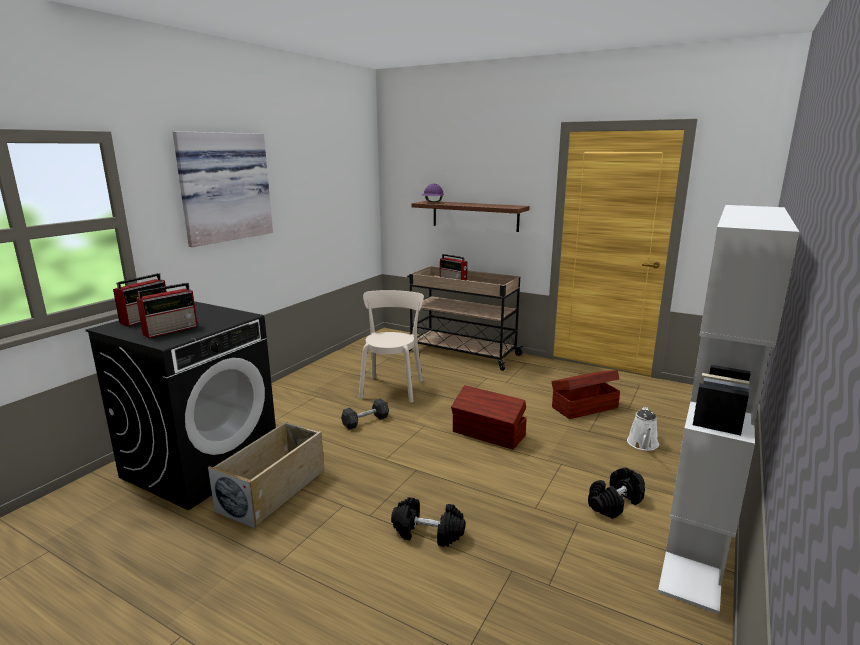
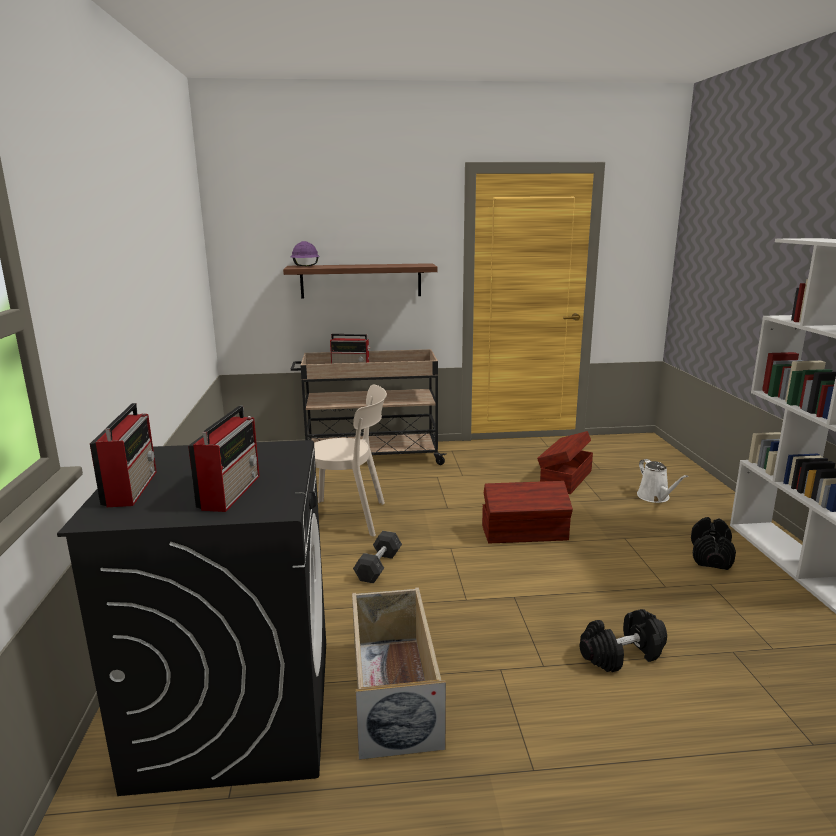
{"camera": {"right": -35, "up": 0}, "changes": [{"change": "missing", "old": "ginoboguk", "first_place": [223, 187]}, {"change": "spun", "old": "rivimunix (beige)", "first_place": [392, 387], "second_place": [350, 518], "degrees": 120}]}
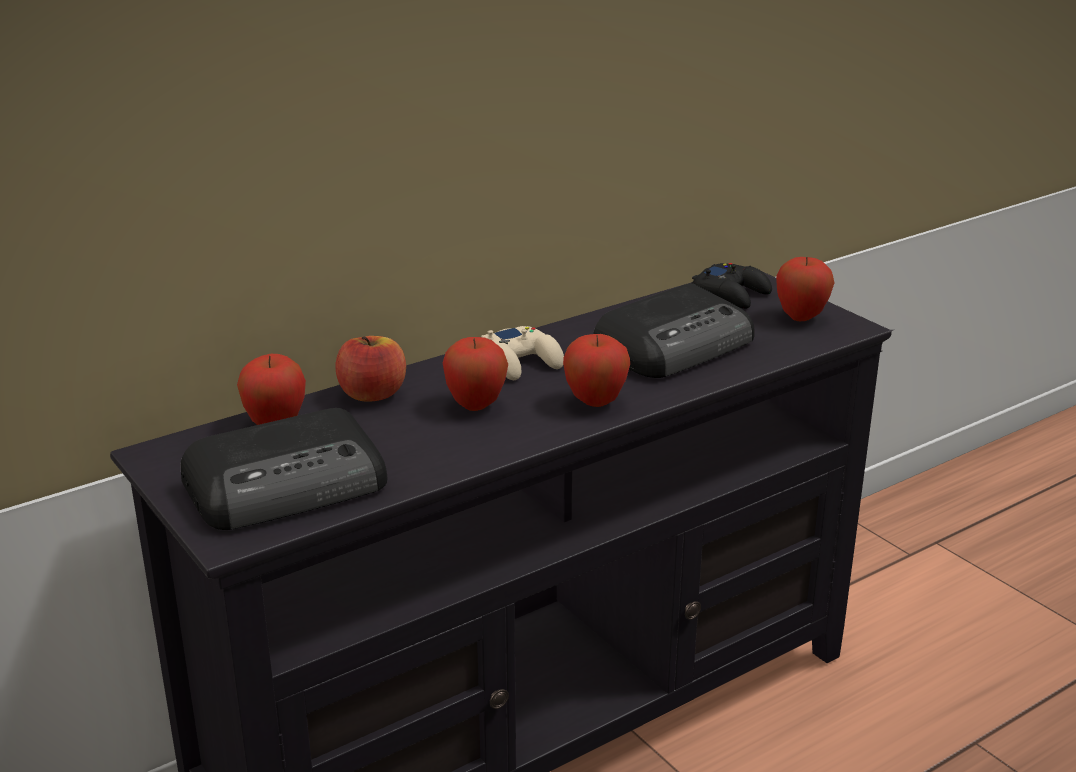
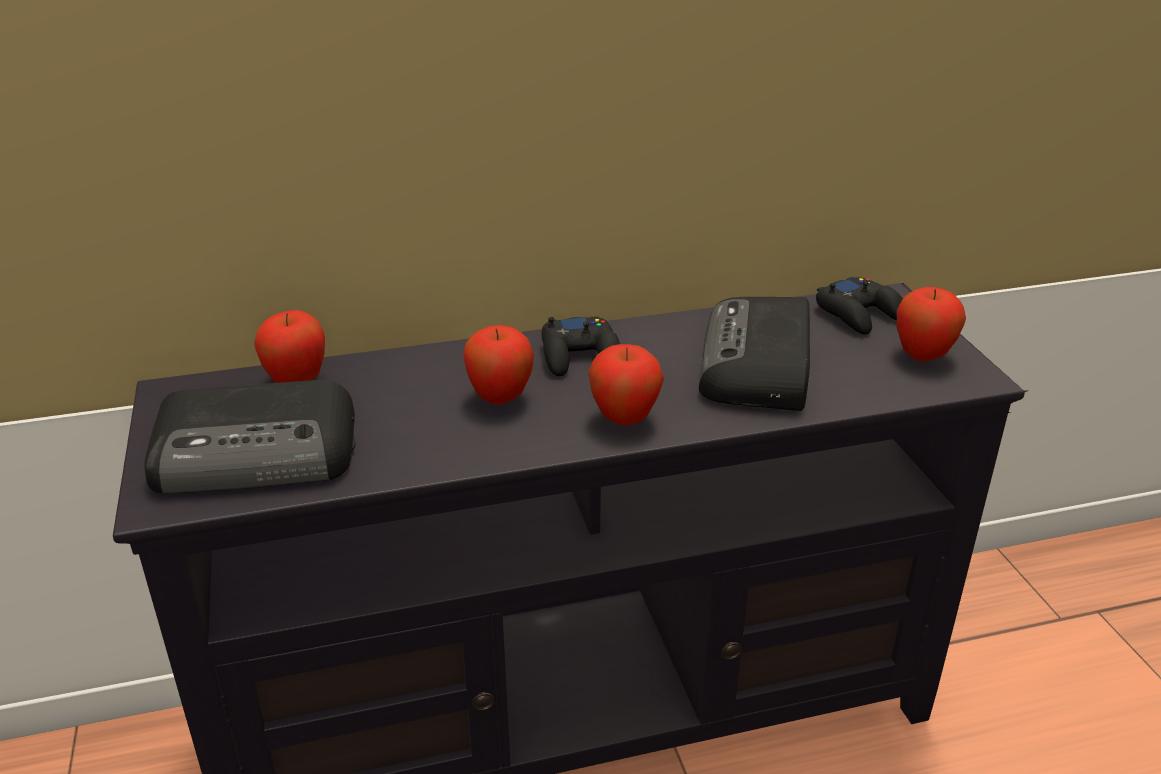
{"camera": {"right": 20, "up": 5}, "changes": [{"change": "missing", "old": "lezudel", "first_place": [372, 394]}, {"change": "colour", "old": "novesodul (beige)", "new": "novesodul (black)", "first_place": [521, 362], "second_place": [580, 356]}, {"change": "spun", "old": "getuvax", "first_place": [676, 345], "second_place": [757, 366], "degrees": 120}]}
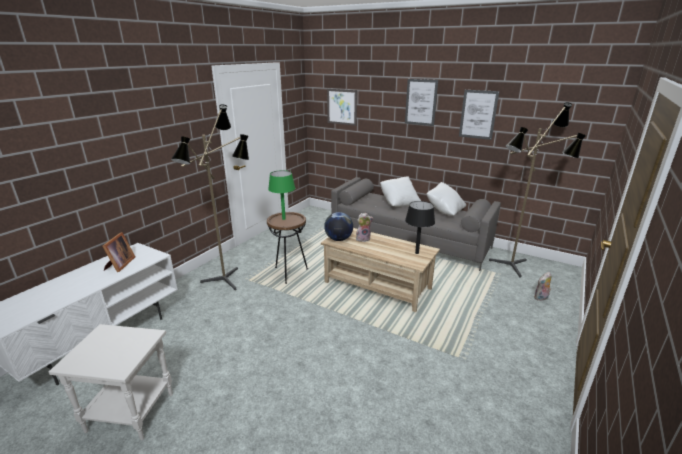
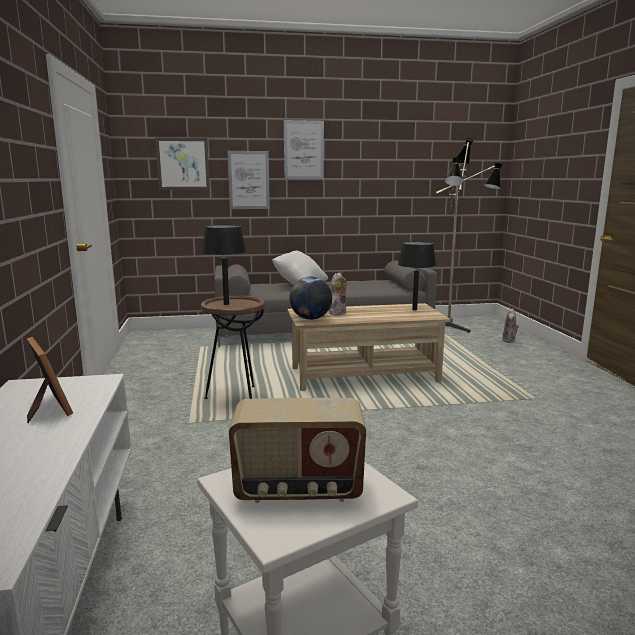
{"camera": {"right": -40, "up": -10}, "changes": [{"change": "missing", "old": "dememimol", "first_place": [229, 280]}, {"change": "colour", "old": "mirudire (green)", "new": "mirudire (black)", "first_place": [284, 219], "second_place": [226, 304]}, {"change": "missing", "old": "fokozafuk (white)", "first_place": [444, 211]}, {"change": "relocated", "old": "ginoboguk", "first_place": [478, 114], "second_place": [248, 180]}, {"change": "appeared", "new": "getuvax", "second_place": [298, 490]}]}
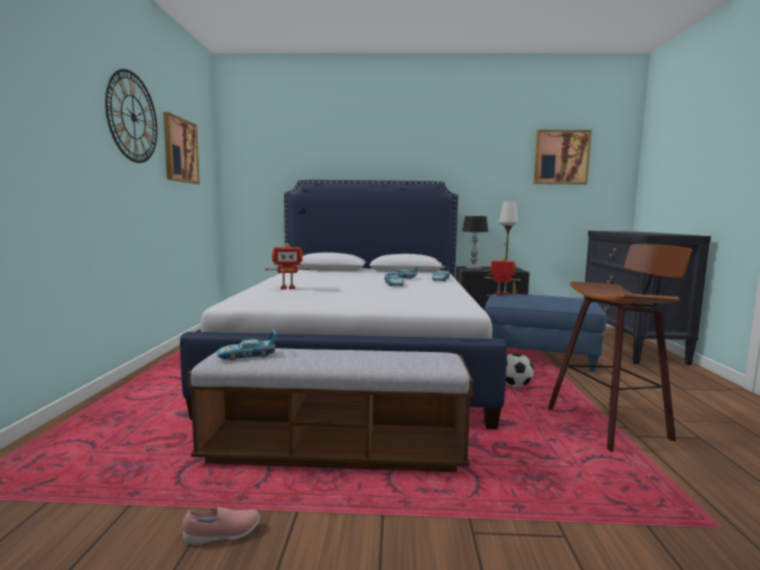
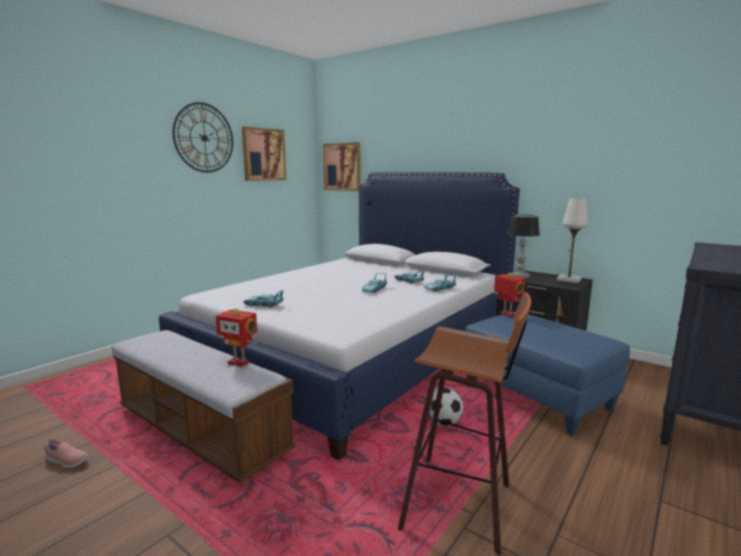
{"camera": {"right": 35, "up": 5}, "changes": [{"change": "relocated", "old": "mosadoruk", "first_place": [247, 355], "second_place": [263, 305]}, {"change": "relocated", "old": "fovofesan", "first_place": [287, 288], "second_place": [239, 362]}, {"change": "relocated", "old": "ginoboguk", "first_place": [561, 157], "second_place": [342, 167]}]}
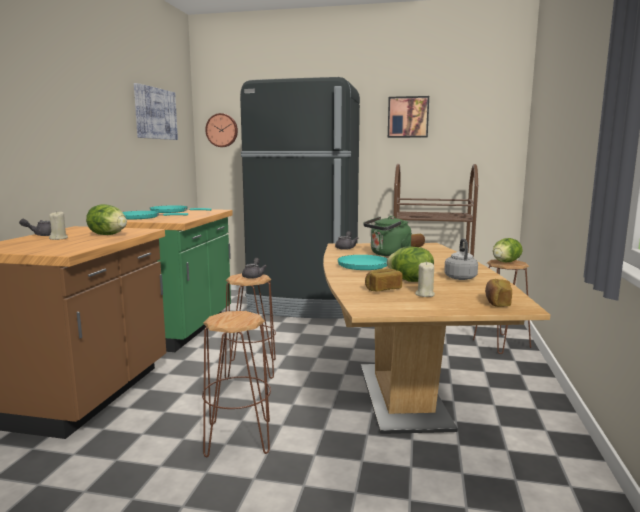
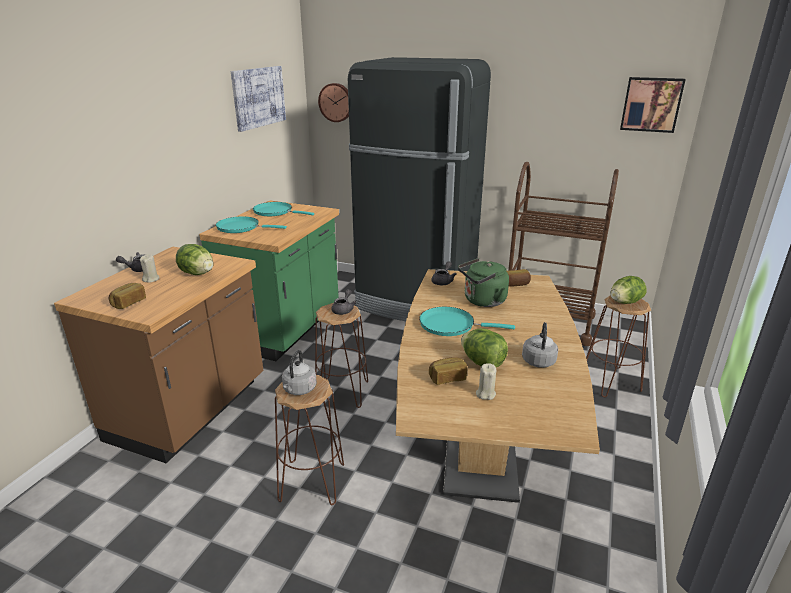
{"camera": {"right": 10, "up": 15}, "changes": [{"change": "relocated", "old": "ginoboguk", "first_place": [408, 117], "second_place": [651, 104]}, {"change": "relocated", "old": "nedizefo", "first_place": [497, 302], "second_place": [128, 303]}, {"change": "appeared", "new": "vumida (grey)", "second_place": [299, 390]}]}
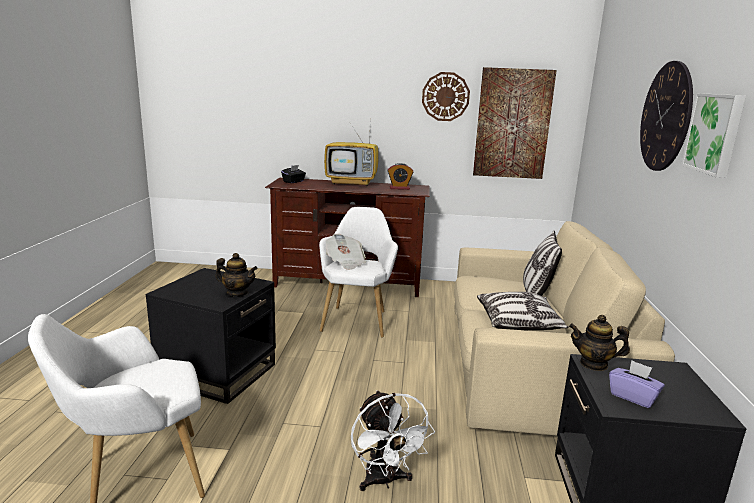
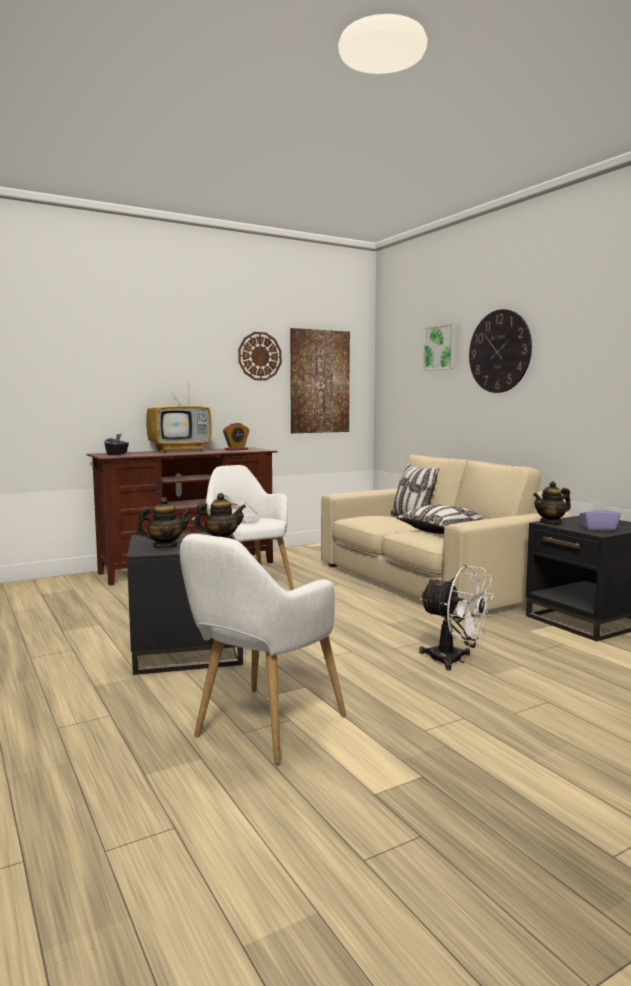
{"camera": {"right": -35, "up": -10}, "changes": [{"change": "relocated", "old": "ginoboguk", "first_place": [715, 133], "second_place": [441, 348]}, {"change": "appeared", "new": "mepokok", "second_place": [165, 546]}]}
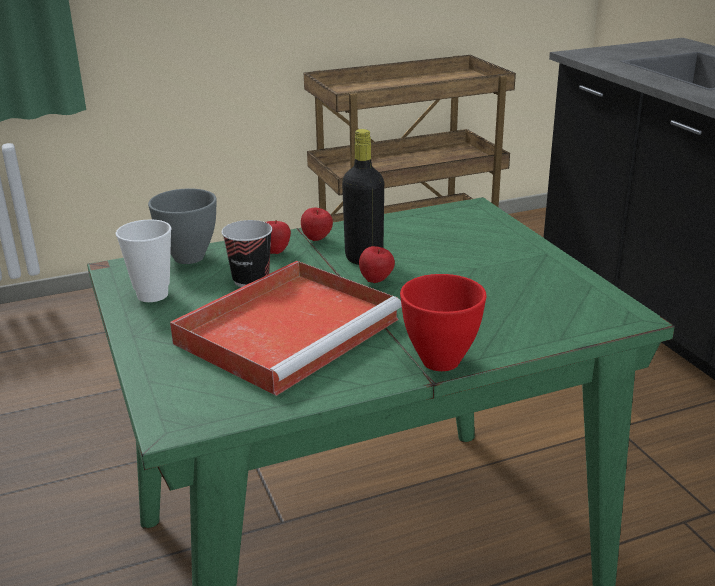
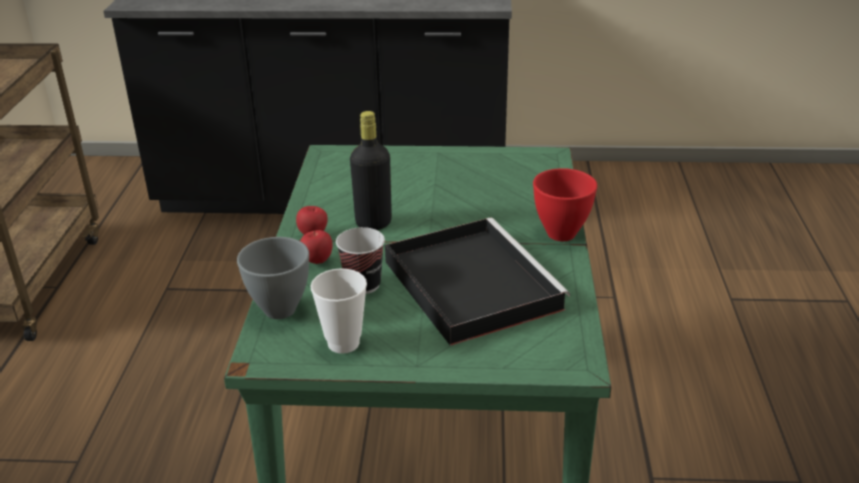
{"camera": {"right": -65, "up": 5}, "changes": [{"change": "colour", "old": "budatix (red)", "new": "budatix (black)", "first_place": [290, 329], "second_place": [469, 283]}, {"change": "missing", "old": "lezudel", "first_place": [376, 281]}]}
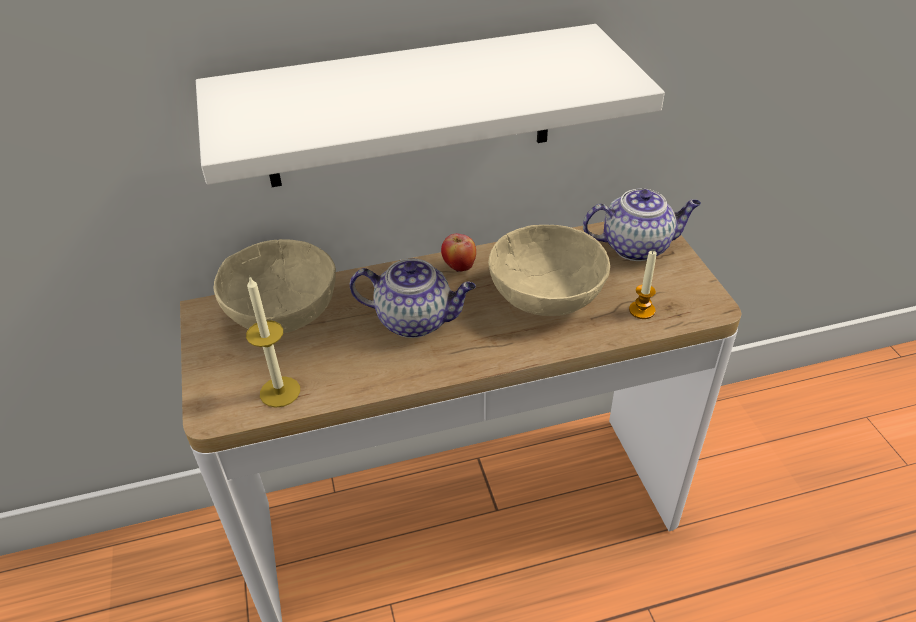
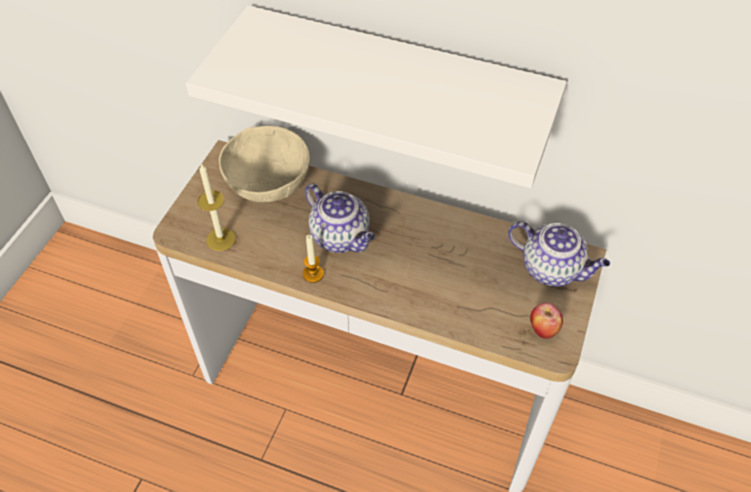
{"camera": {"right": 35, "up": 10}, "changes": [{"change": "relocated", "old": "lezudel", "first_place": [459, 267], "second_place": [542, 330]}, {"change": "missing", "old": "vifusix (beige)", "first_place": [545, 295]}, {"change": "relocated", "old": "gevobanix", "first_place": [642, 310], "second_place": [313, 274]}]}
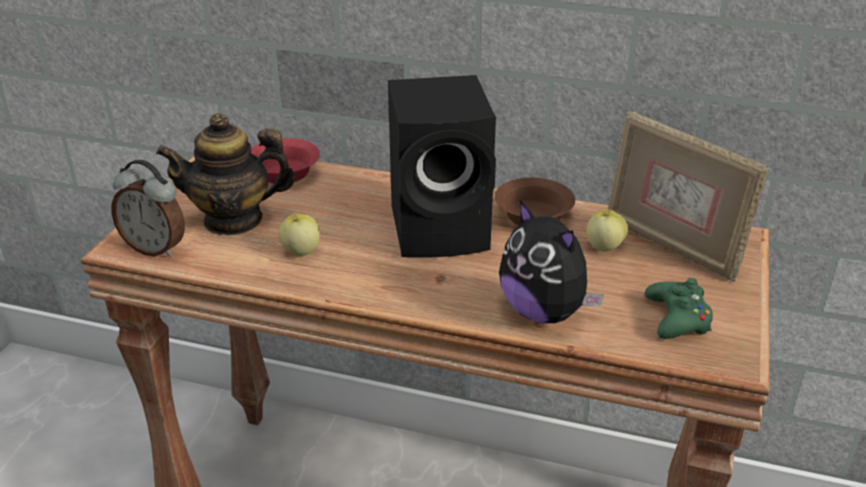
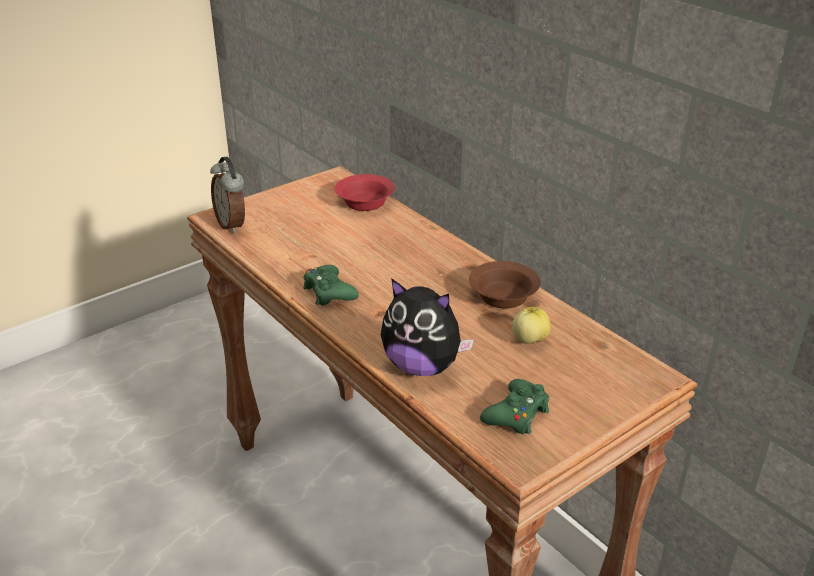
{"camera": {"right": 35, "up": 0}, "changes": [{"change": "missing", "old": "mepokok", "first_place": [233, 220]}, {"change": "missing", "old": "lezudel", "first_place": [300, 251]}, {"change": "missing", "old": "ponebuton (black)", "first_place": [443, 229]}, {"change": "spun", "old": "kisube", "first_place": [544, 312], "second_place": [422, 366], "degrees": -60}, {"change": "missing", "old": "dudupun", "first_place": [671, 246]}, {"change": "appeared", "new": "novesodul (green)", "second_place": [329, 292]}]}
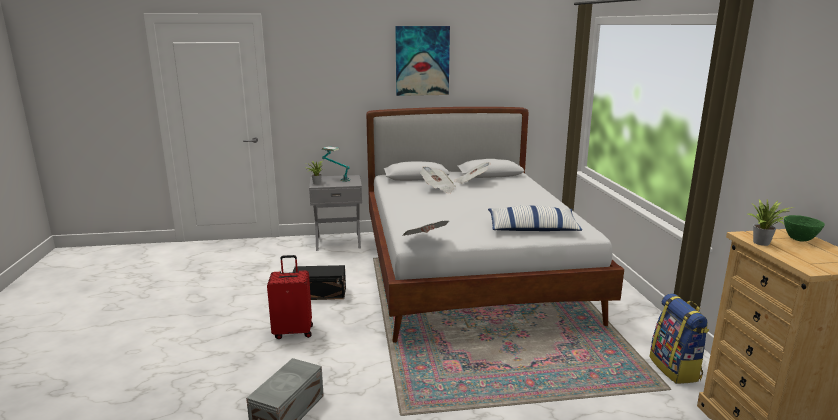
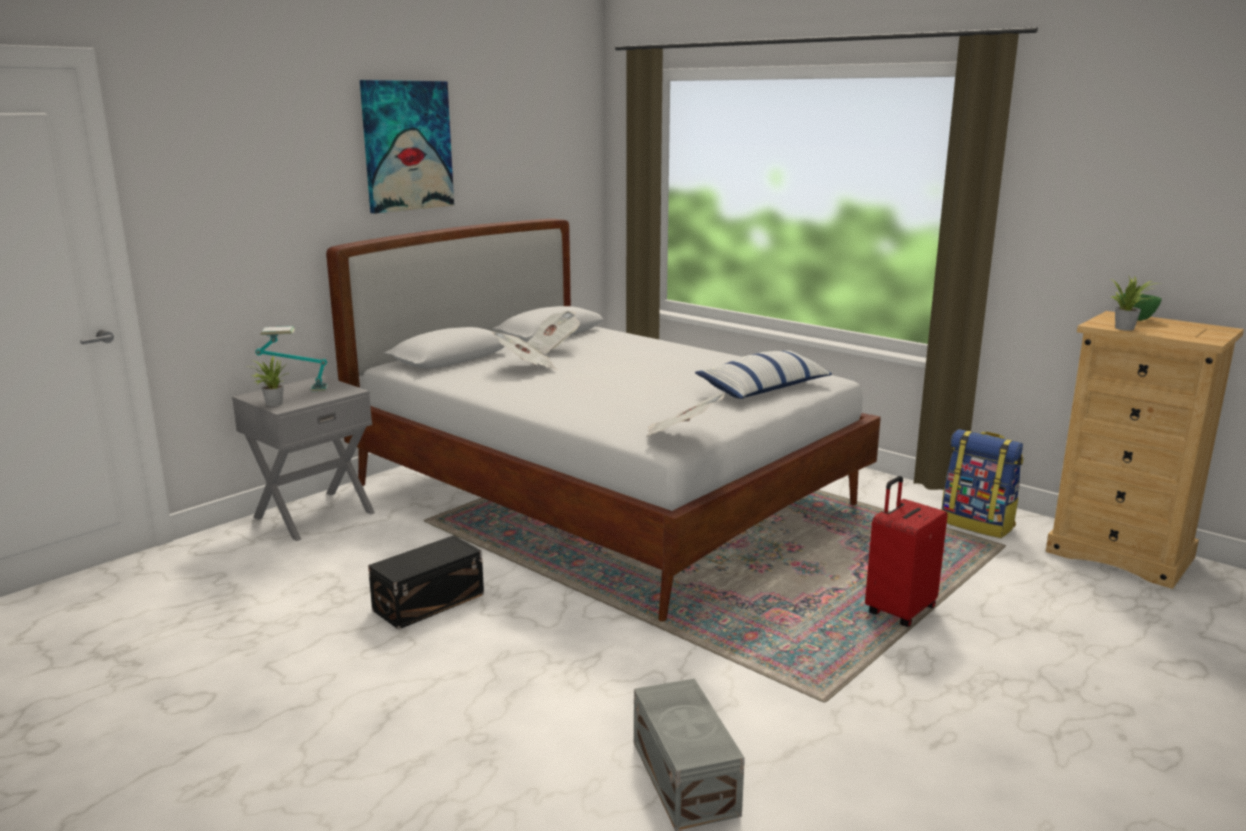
{"camera": {"right": -40, "up": 0}, "changes": [{"change": "relocated", "old": "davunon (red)", "first_place": [293, 332], "second_place": [899, 610]}]}
